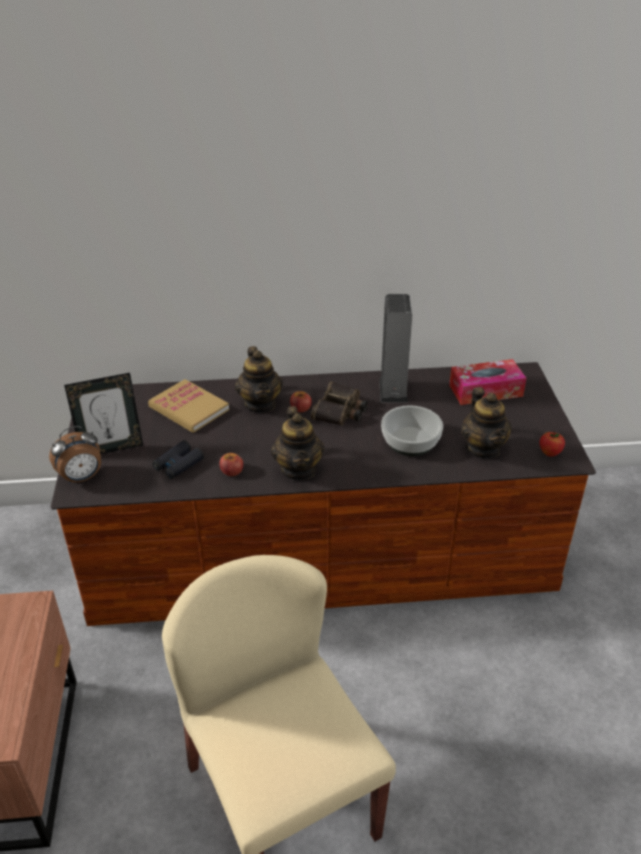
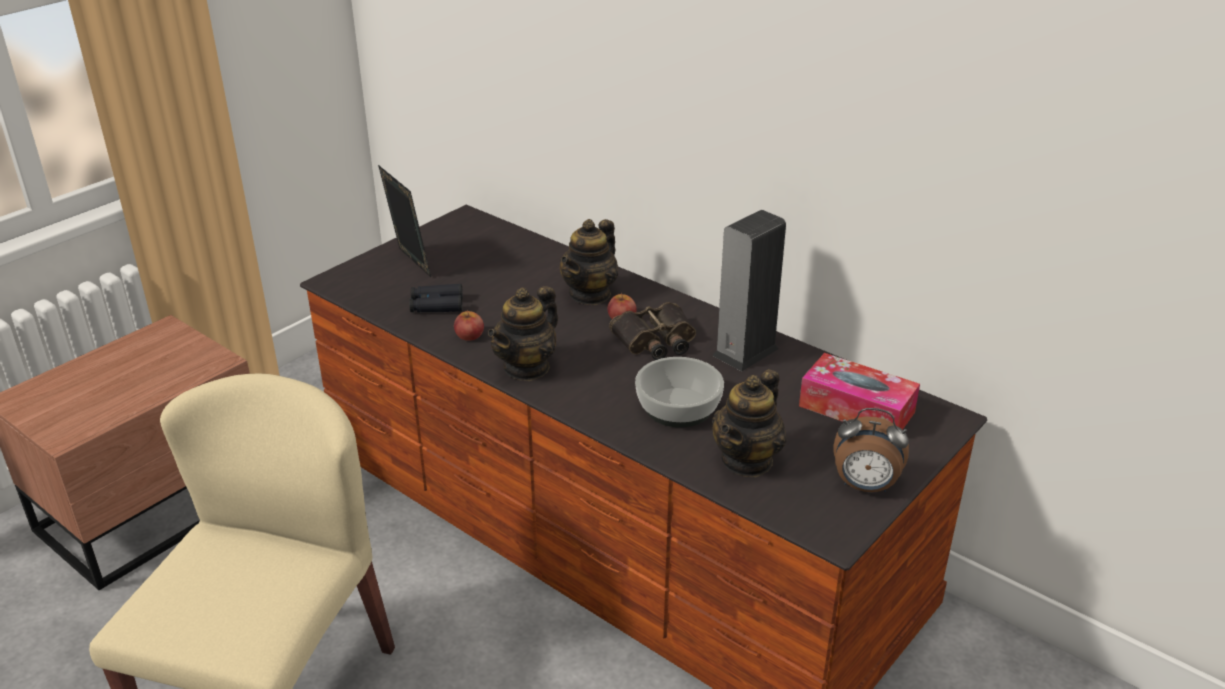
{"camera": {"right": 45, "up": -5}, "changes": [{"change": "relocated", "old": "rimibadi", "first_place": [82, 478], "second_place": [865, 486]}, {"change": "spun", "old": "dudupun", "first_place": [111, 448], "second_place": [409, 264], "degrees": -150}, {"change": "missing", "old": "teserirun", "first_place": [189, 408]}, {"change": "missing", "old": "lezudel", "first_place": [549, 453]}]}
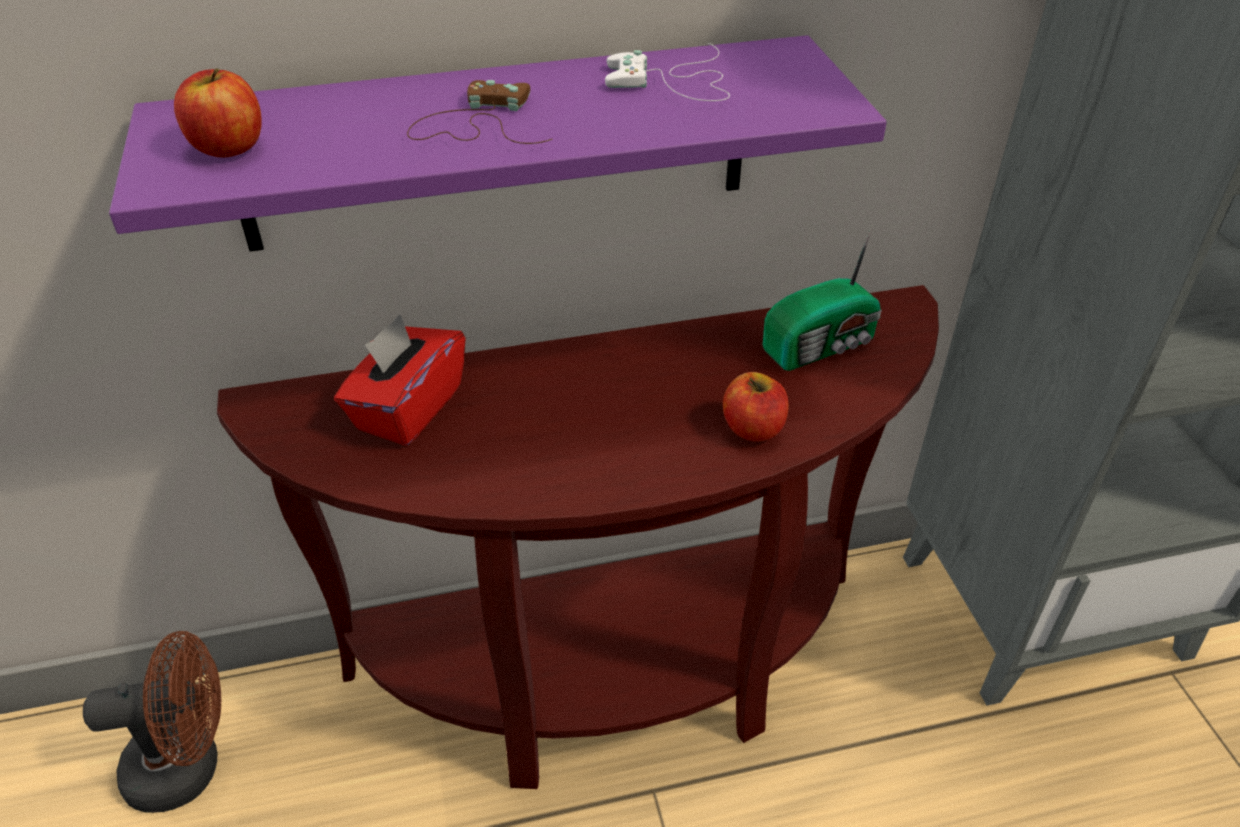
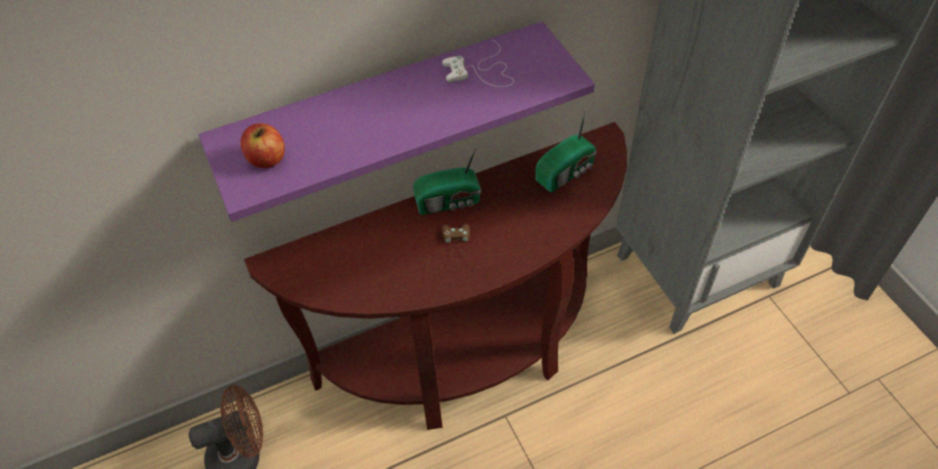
{"camera": {"right": -10, "up": 10}, "changes": [{"change": "missing", "old": "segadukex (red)", "first_place": [407, 408]}, {"change": "relocated", "old": "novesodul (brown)", "first_place": [477, 123], "second_place": [453, 253]}, {"change": "missing", "old": "lezudel", "first_place": [753, 428]}, {"change": "appeared", "new": "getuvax", "second_place": [450, 202]}]}
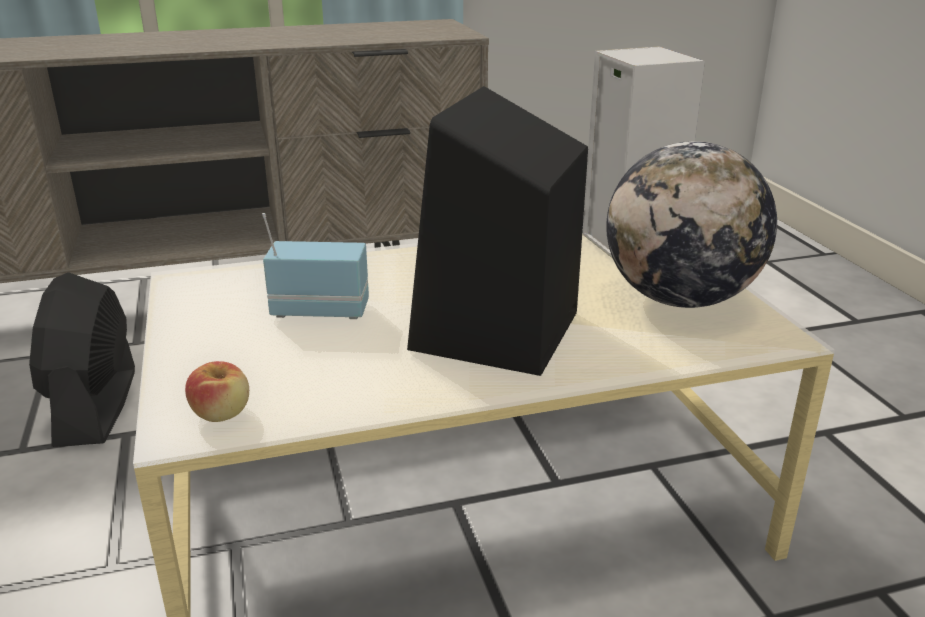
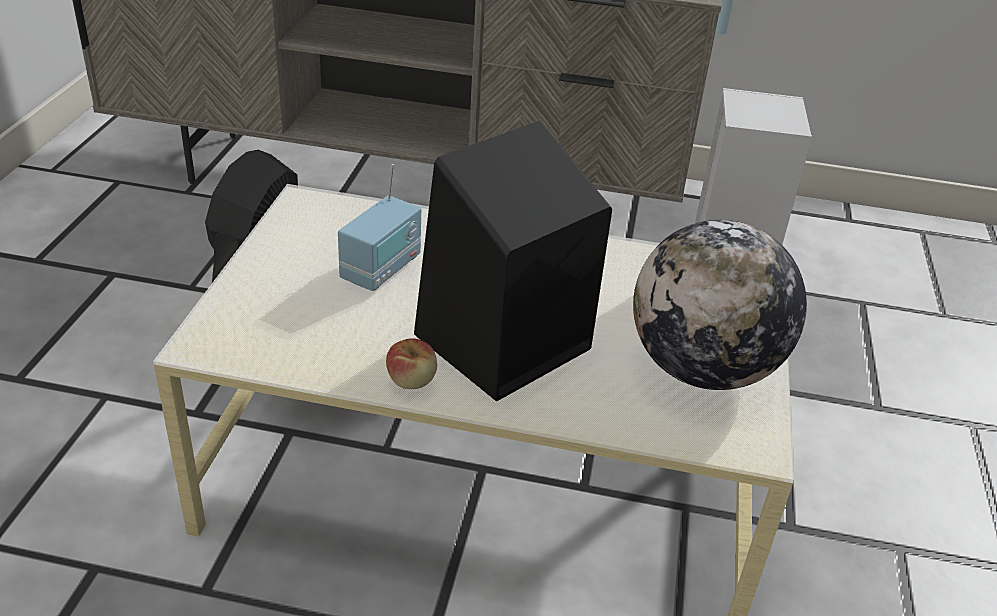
{"camera": {"right": 25, "up": 10}, "changes": [{"change": "relocated", "old": "lezudel", "first_place": [222, 413], "second_place": [412, 380]}, {"change": "spun", "old": "getuvax", "first_place": [320, 310], "second_place": [382, 269], "degrees": 90}]}
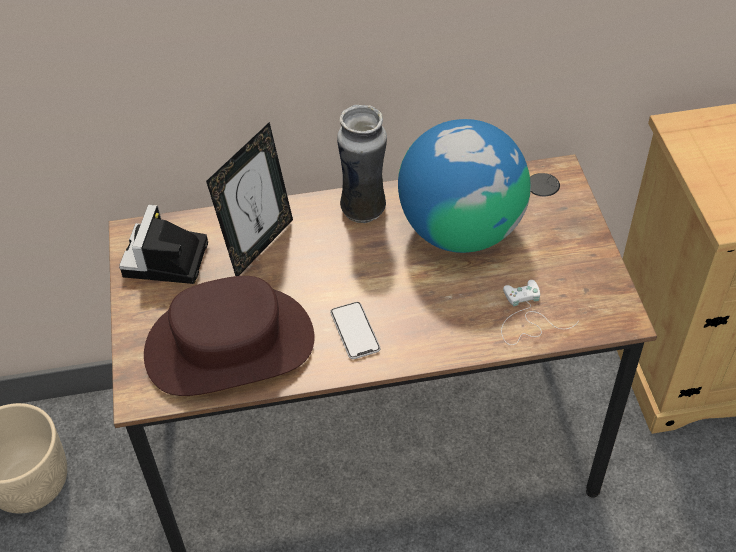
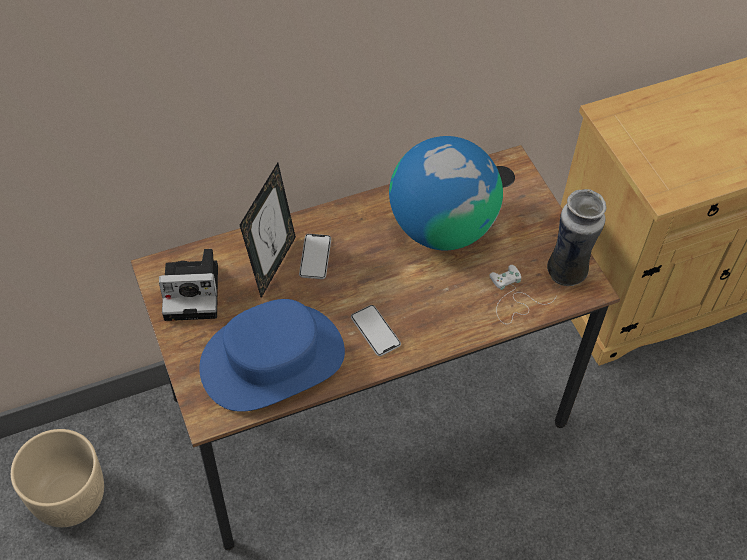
{"camera": {"right": -15, "up": 5}, "changes": [{"change": "spun", "old": "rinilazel", "first_place": [166, 261], "second_place": [194, 291], "degrees": -90}, {"change": "colour", "old": "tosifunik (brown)", "new": "tosifunik (blue)", "first_place": [230, 345], "second_place": [272, 359]}, {"change": "relocated", "old": "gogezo", "first_place": [364, 209], "second_place": [567, 272]}, {"change": "appeared", "new": "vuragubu", "second_place": [315, 257]}]}
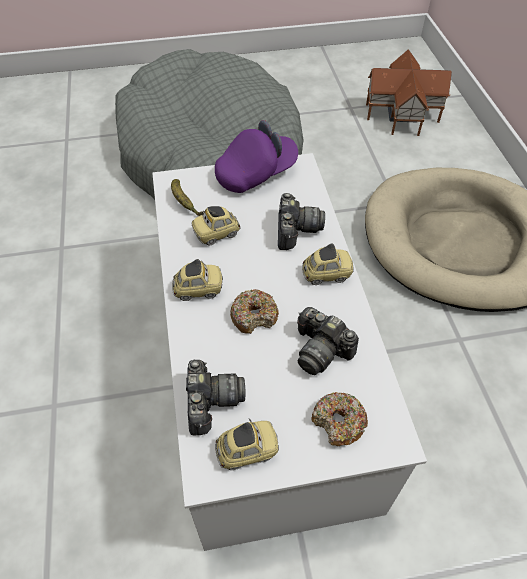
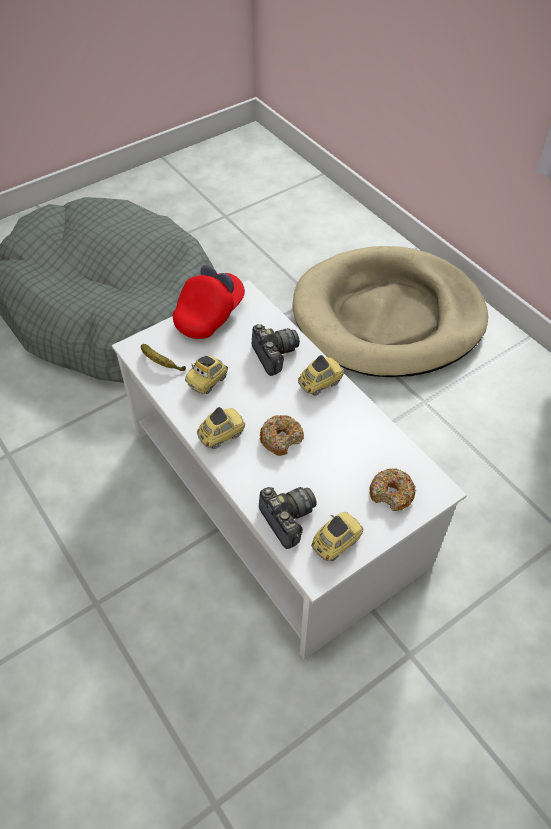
{"camera": {"right": -25, "up": 0}, "changes": [{"change": "colour", "old": "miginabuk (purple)", "new": "miginabuk (red)", "first_place": [256, 174], "second_place": [210, 315]}, {"change": "missing", "old": "rinilazel", "first_place": [321, 350]}, {"change": "missing", "old": "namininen", "first_place": [403, 112]}]}
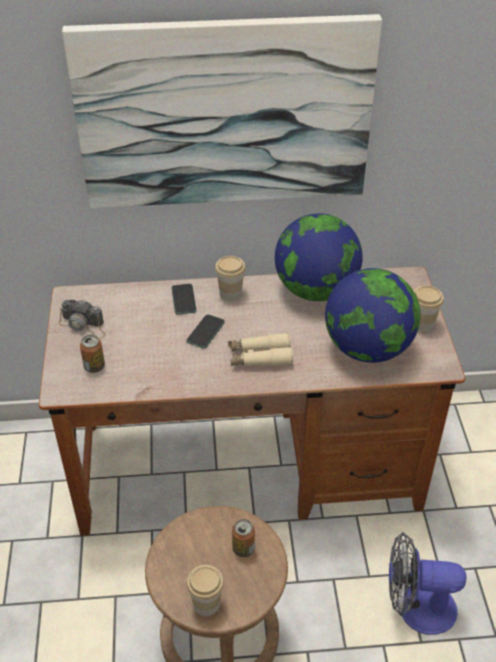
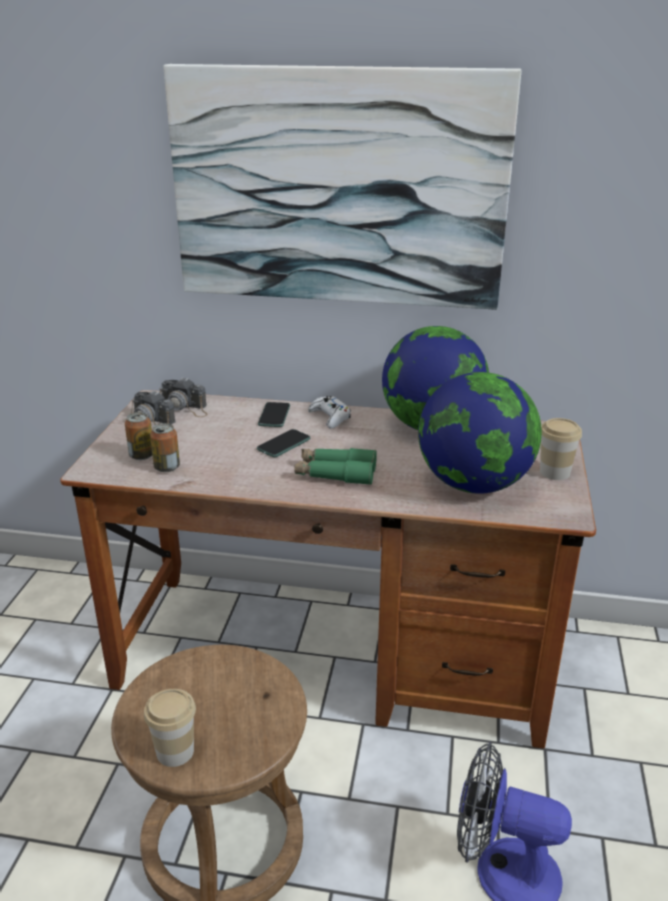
{"camera": {"right": 15, "up": -15}, "changes": [{"change": "exchanged", "old": "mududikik", "new": "novesodul (white)", "first_place": [230, 293], "second_place": [330, 417]}, {"change": "colour", "old": "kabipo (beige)", "new": "kabipo (green)", "first_place": [260, 357], "second_place": [335, 474]}, {"change": "relocated", "old": "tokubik", "first_place": [243, 548], "second_place": [167, 467]}, {"change": "appeared", "new": "rinilazel", "second_place": [184, 407]}]}
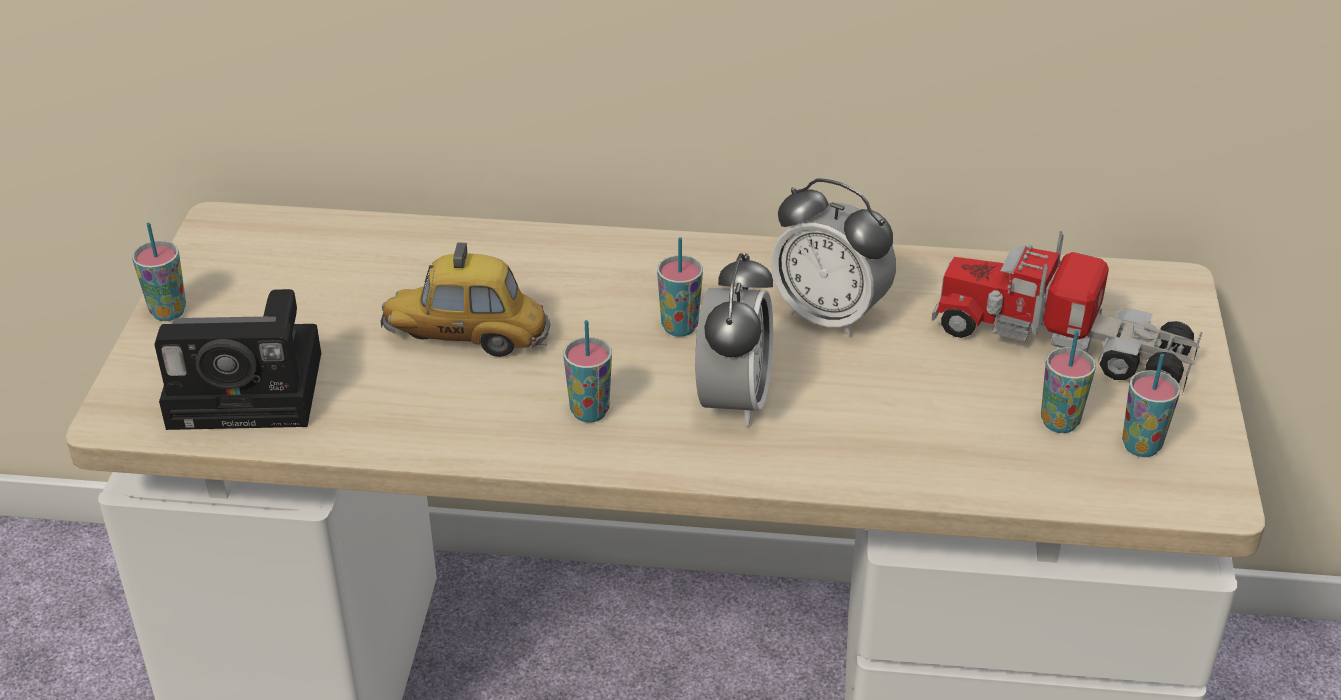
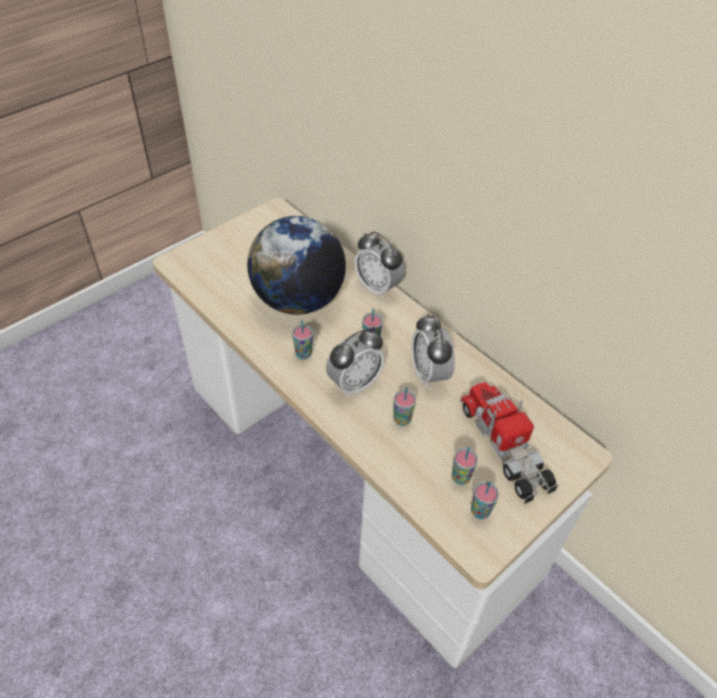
{"camera": {"right": 40, "up": 10}, "changes": [{"change": "relocated", "old": "mududikik", "first_place": [168, 312], "second_place": [402, 419]}, {"change": "missing", "old": "rinilazel", "first_place": [253, 389]}, {"change": "exchanged", "old": "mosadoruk", "new": "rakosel", "first_place": [467, 339], "second_place": [298, 300]}, {"change": "appeared", "new": "rimibadi", "second_place": [378, 287]}]}
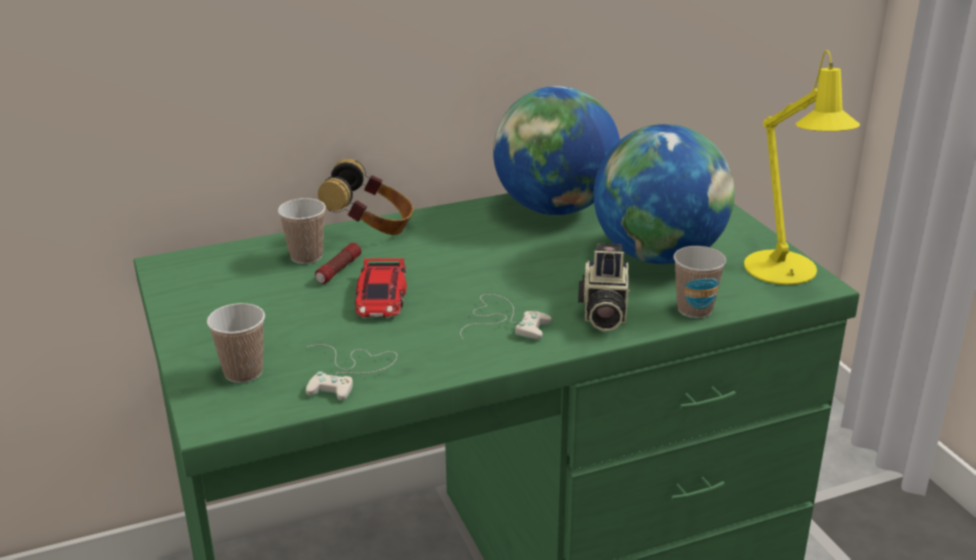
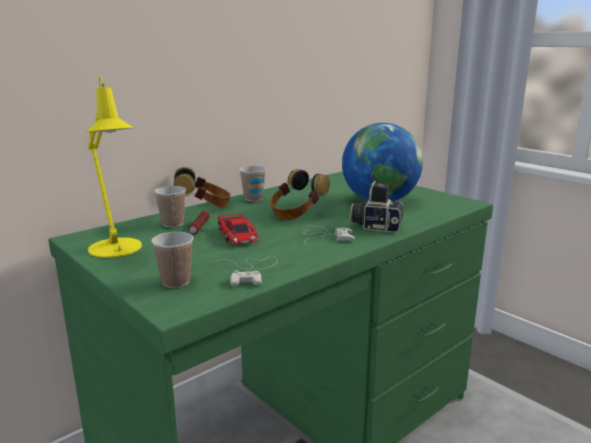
{"camera": {"right": -20, "up": -10}, "changes": [{"change": "missing", "old": "rakosel", "first_place": [555, 209]}, {"change": "spun", "old": "rinilazel", "first_place": [603, 313], "second_place": [376, 226], "degrees": 120}, {"change": "relocated", "old": "mududikik", "first_place": [694, 309], "second_place": [253, 199]}, {"change": "relocated", "old": "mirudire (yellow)", "first_place": [785, 272], "second_place": [117, 250]}, {"change": "appeared", "new": "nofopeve", "second_place": [296, 214]}]}
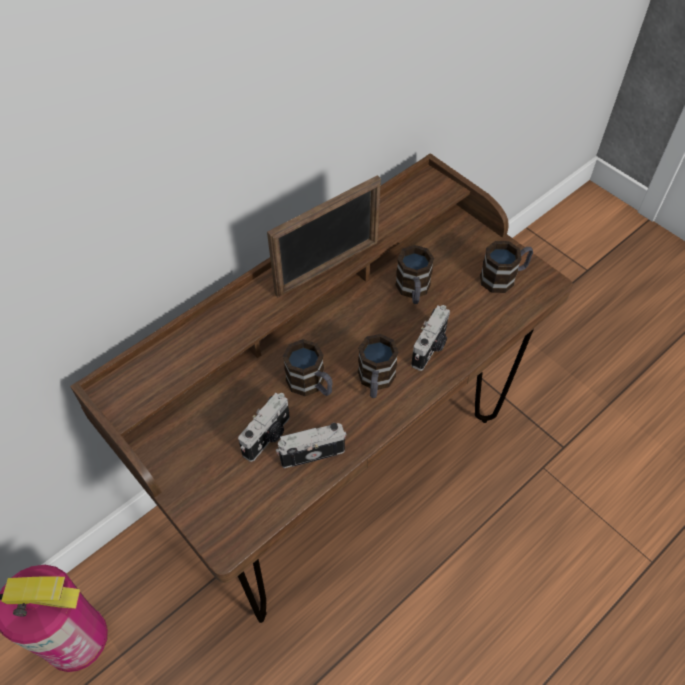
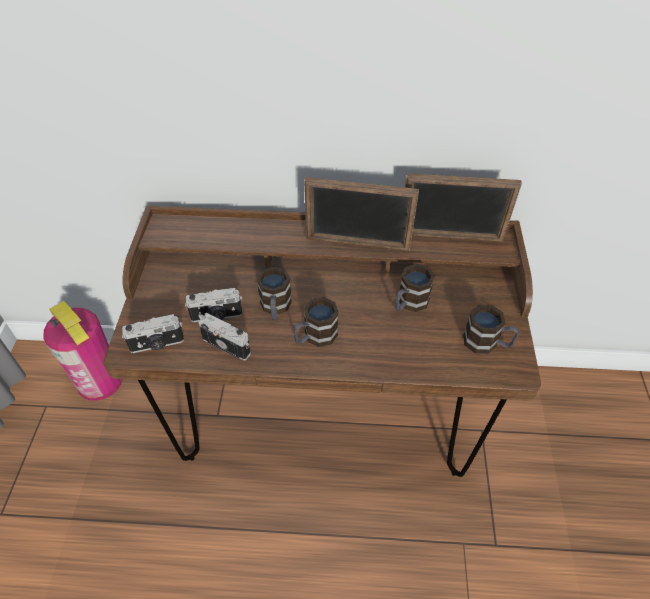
{"camera": {"right": 45, "up": -5}, "changes": [{"change": "relocated", "old": "rinilazel", "first_place": [430, 348], "second_place": [157, 344]}, {"change": "appeared", "new": "dudupun", "second_place": [450, 237]}]}
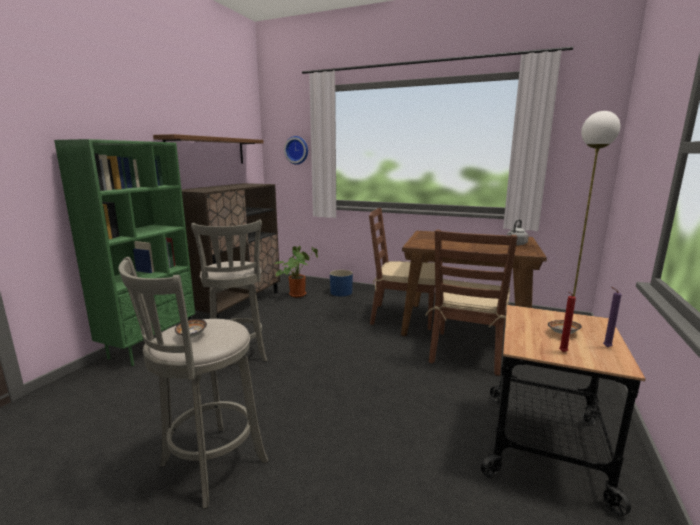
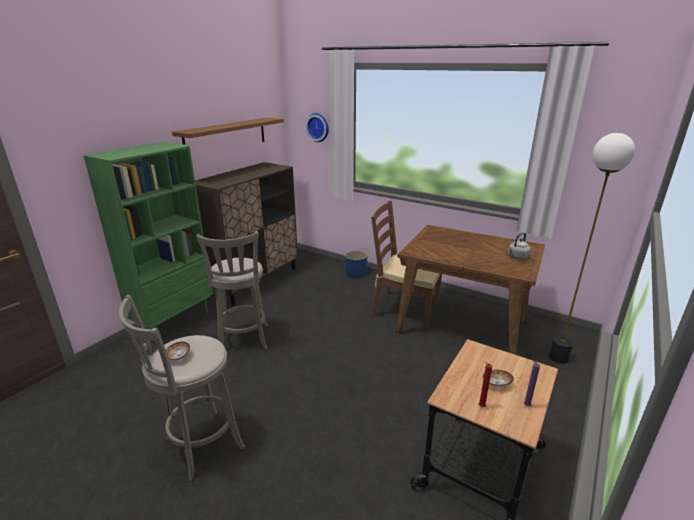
{"camera": {"right": 10, "up": 10}, "changes": [{"change": "missing", "old": "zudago", "first_place": [297, 294]}, {"change": "missing", "old": "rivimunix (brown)", "first_place": [467, 352]}]}
